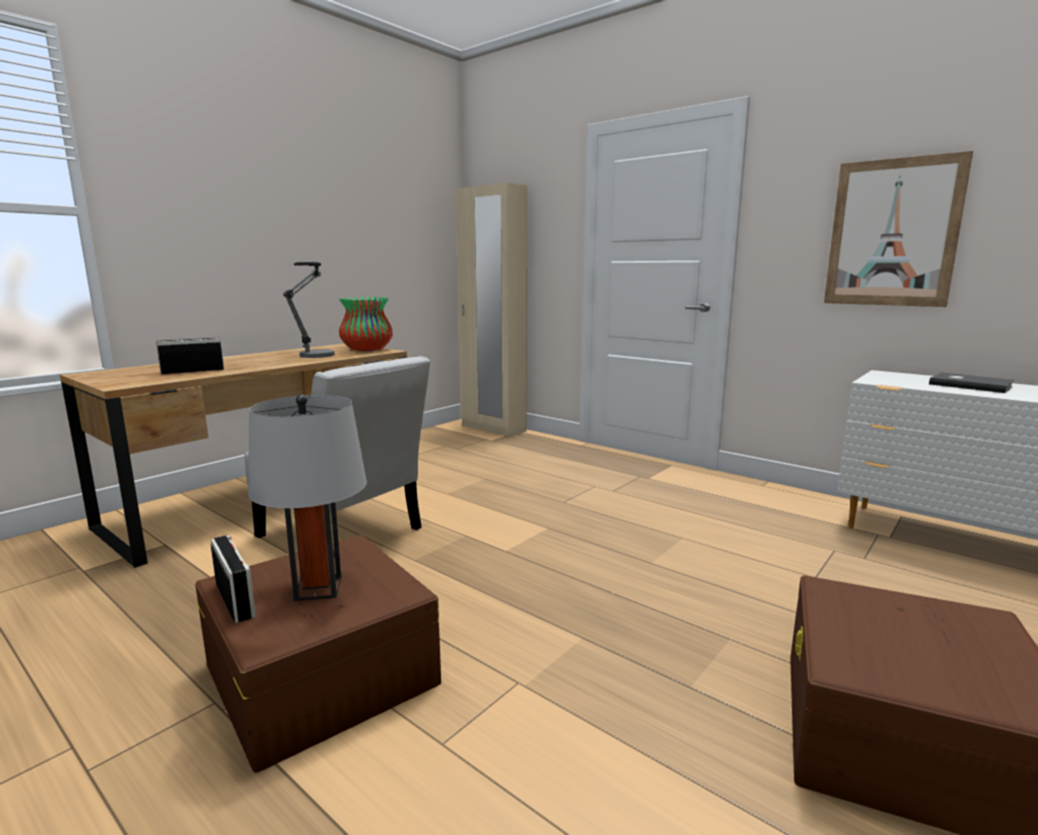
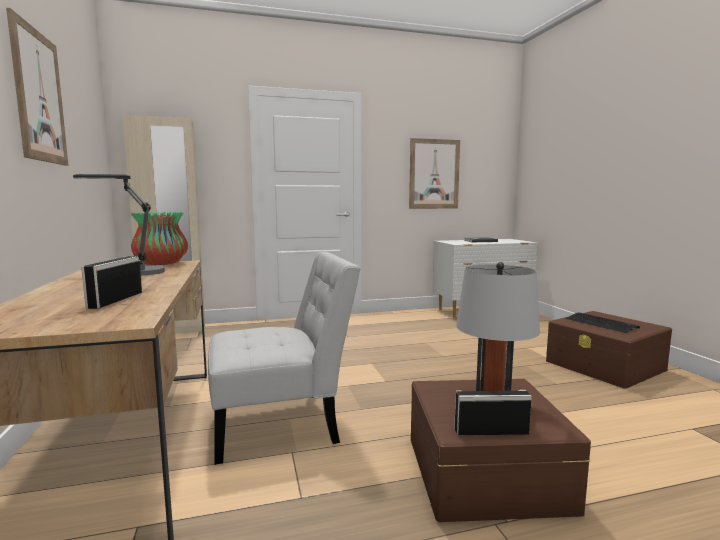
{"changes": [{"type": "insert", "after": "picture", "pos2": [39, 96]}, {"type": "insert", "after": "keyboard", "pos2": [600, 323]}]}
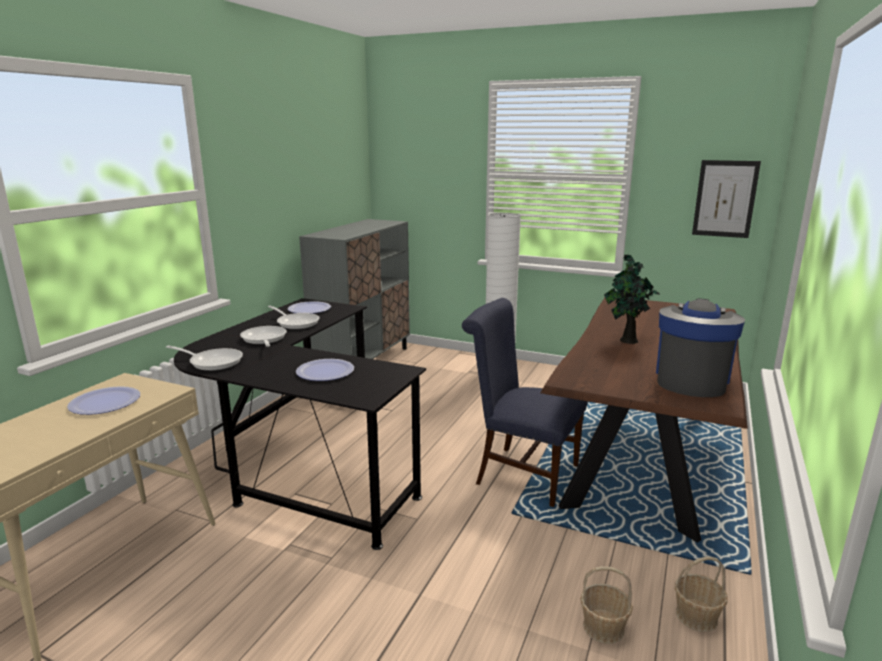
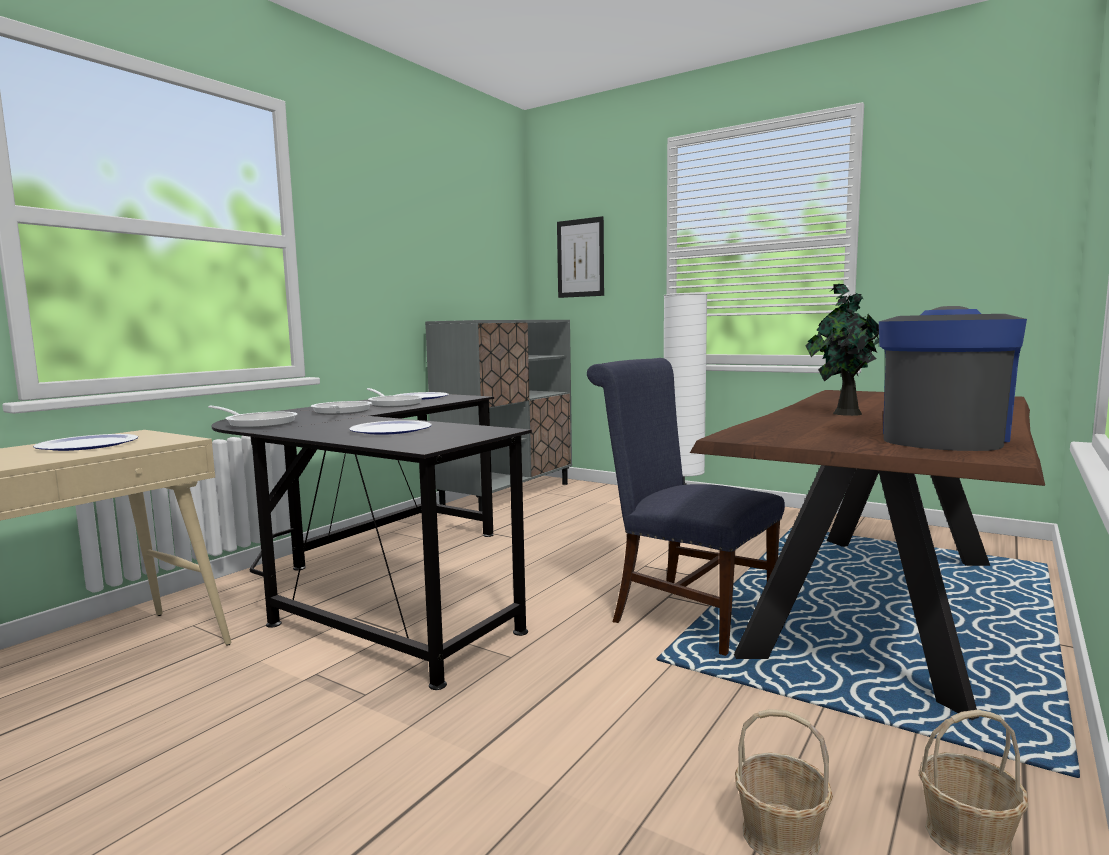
{"changes": [{"type": "move", "before": "picture", "pos1": [725, 199], "pos2": [580, 258]}]}
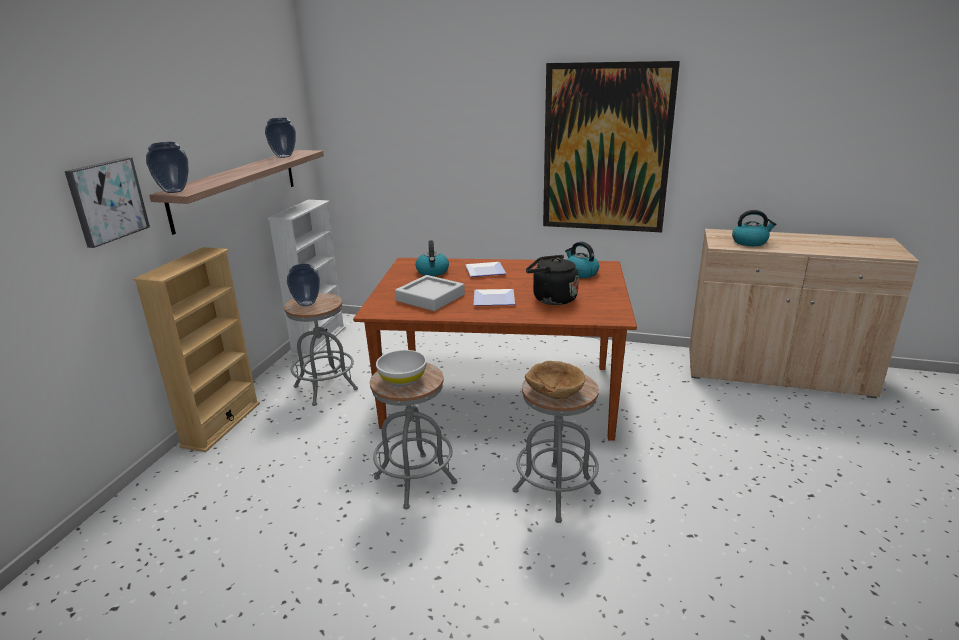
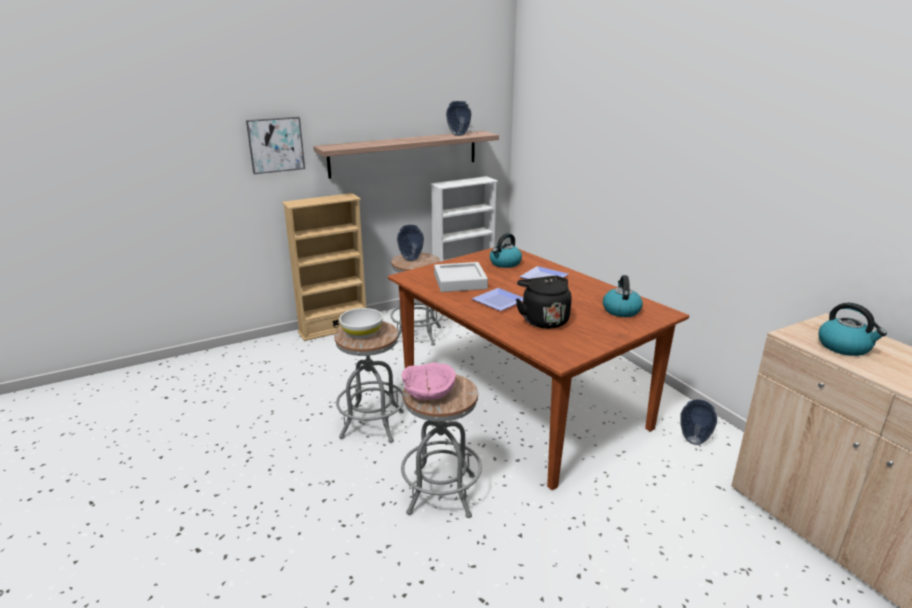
{"changes": [{"type": "recolor", "before": "brown-coloured deep dish", "after": "pink deep dish", "pos1": [554, 391], "pos2": [429, 392]}, {"type": "move", "before": "decorative vase", "pos1": [174, 191], "pos2": [694, 440]}, {"type": "delete", "before": "picture", "pos1": [606, 149]}]}
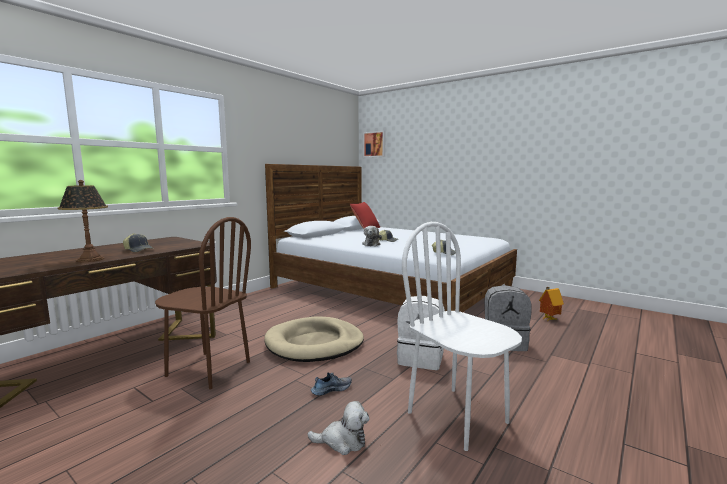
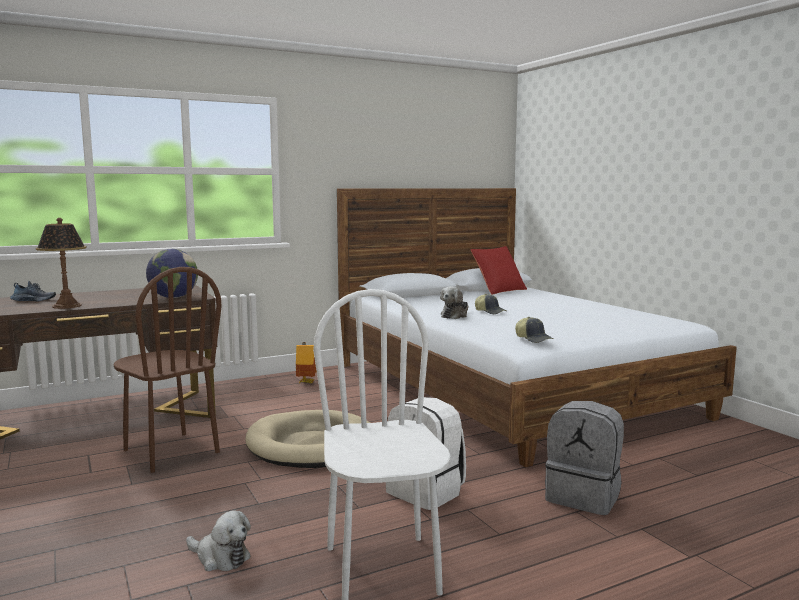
{"changes": [{"type": "move", "before": "shoe", "pos1": [331, 389], "pos2": [34, 300]}, {"type": "insert", "after": "desk globe", "pos2": [173, 297]}, {"type": "move", "before": "toy house", "pos1": [548, 319], "pos2": [306, 382]}, {"type": "delete", "before": "cap", "pos1": [139, 250]}, {"type": "delete", "before": "picture", "pos1": [375, 144]}]}
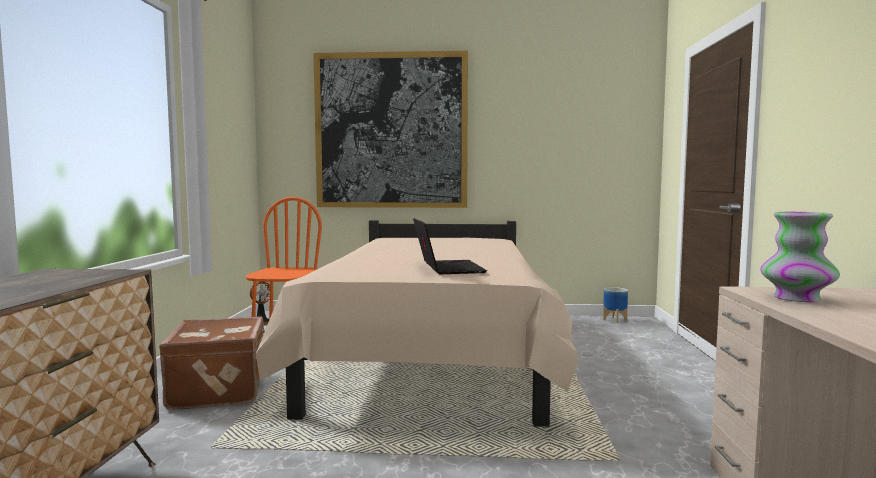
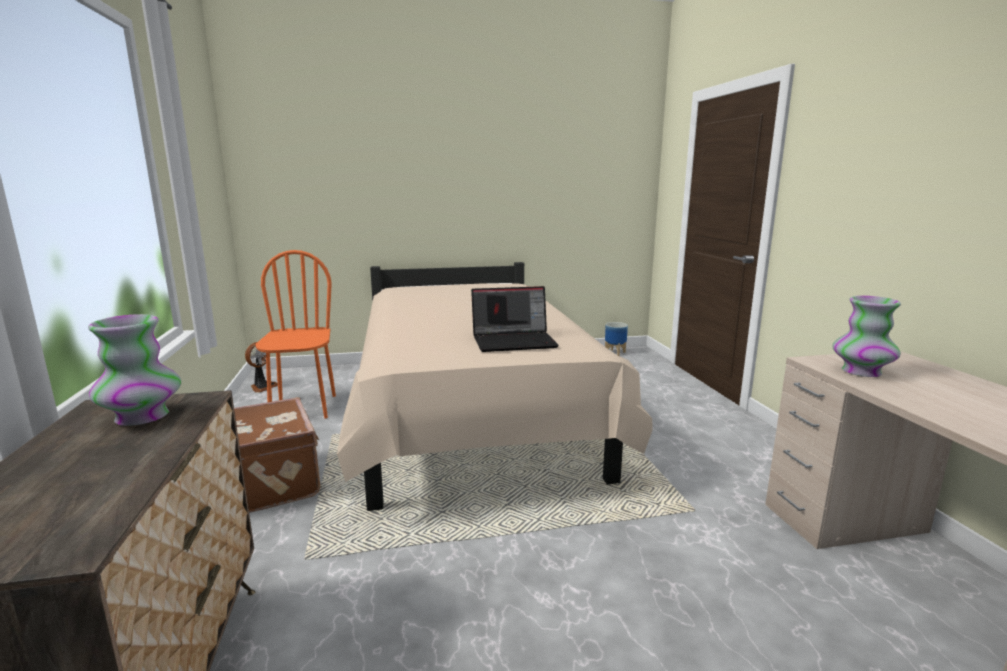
{"changes": [{"type": "insert", "after": "decorative vase", "pos2": [142, 417]}, {"type": "rotate", "before": "laptop", "pos1": [446, 268], "pos2": [515, 341], "turn": 105}, {"type": "delete", "before": "picture", "pos1": [391, 131]}]}
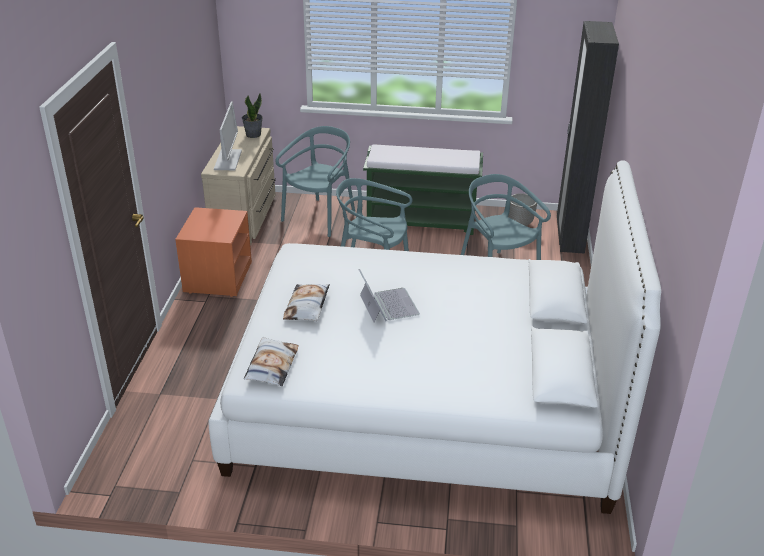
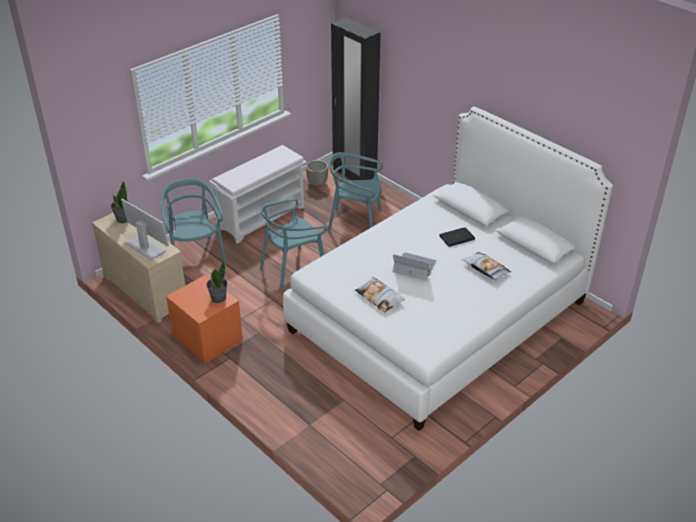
{"changes": [{"type": "insert", "after": "houseplant", "pos2": [218, 298]}, {"type": "recolor", "before": "green-coloured indoor bench", "after": "whitish indoor bench", "pos1": [422, 221], "pos2": [262, 217]}, {"type": "insert", "after": "laptop", "pos2": [457, 237]}, {"type": "move", "before": "cushion", "pos1": [271, 366], "pos2": [485, 269]}]}
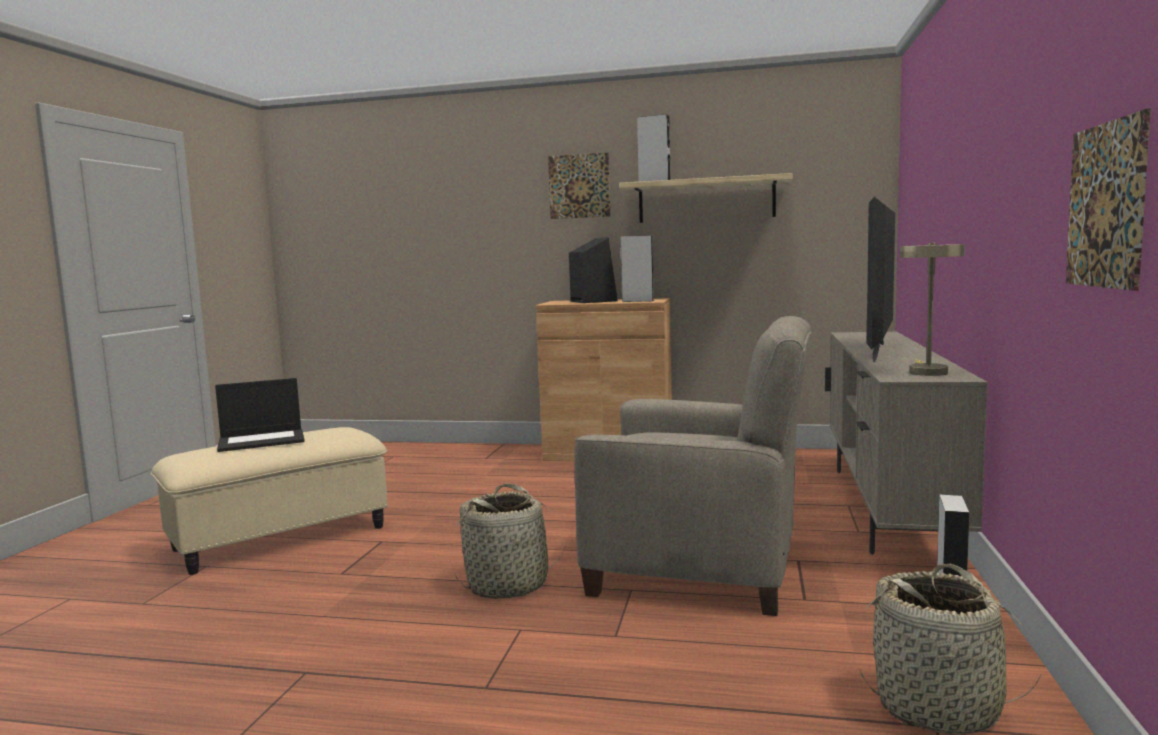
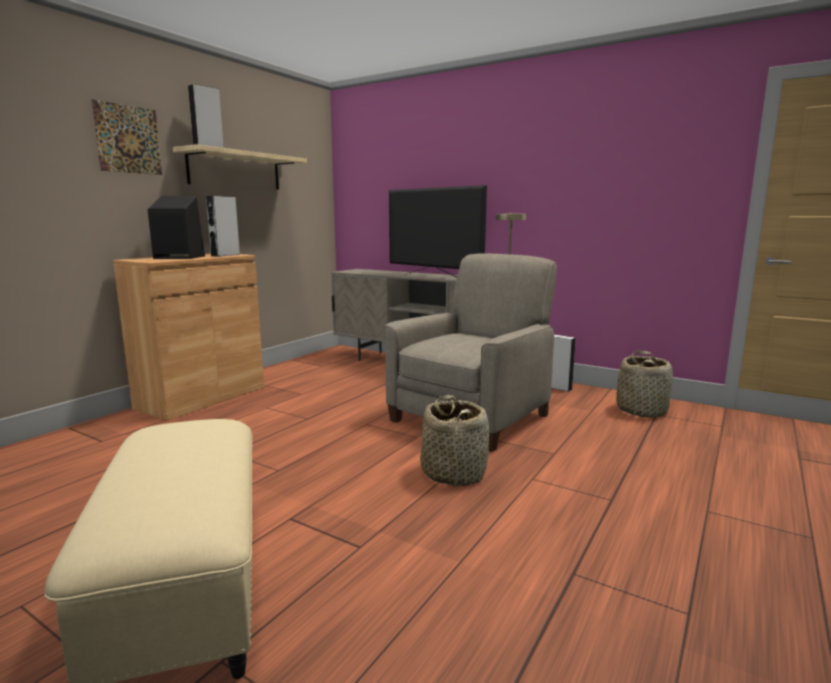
{"changes": [{"type": "delete", "before": "laptop", "pos1": [263, 440]}, {"type": "delete", "before": "picture", "pos1": [1105, 205]}]}
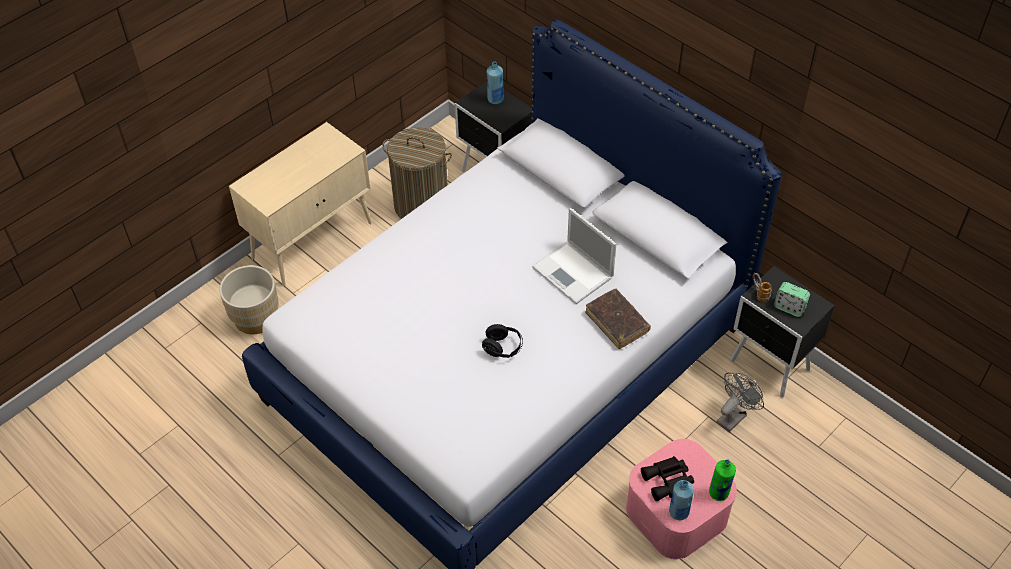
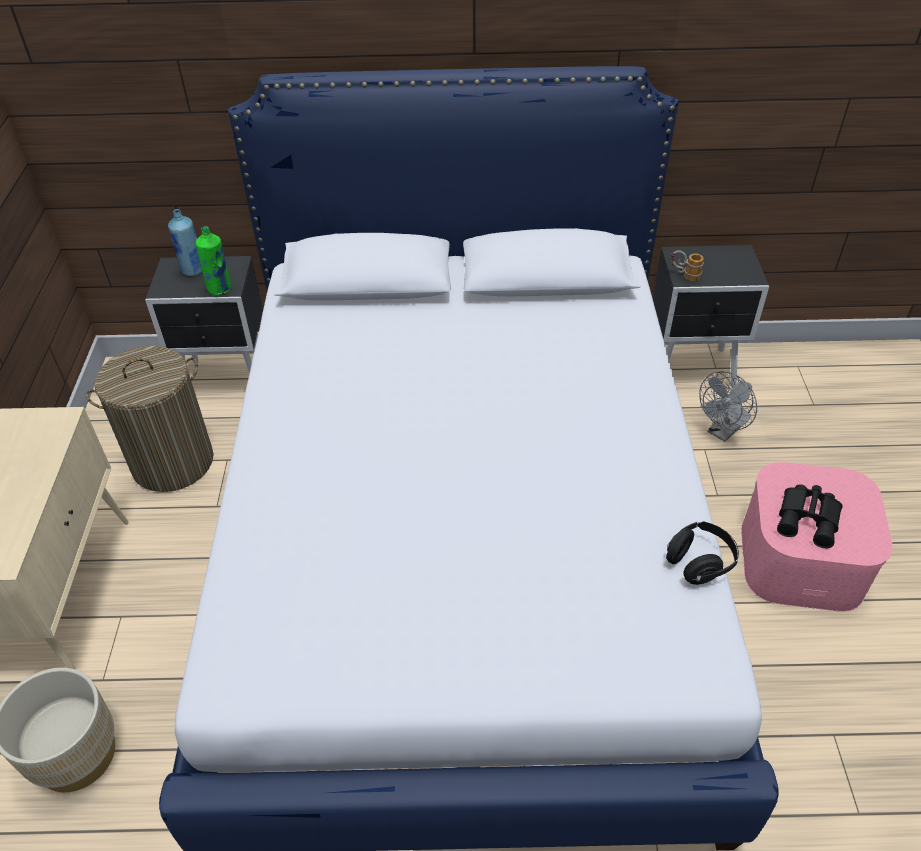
{"changes": [{"type": "move", "before": "green-coloured bottle", "pos1": [719, 493], "pos2": [220, 289]}, {"type": "move", "before": "blackish headphones", "pos1": [503, 348], "pos2": [699, 562]}, {"type": "rotate", "before": "grey cooling fan", "pos1": [734, 416], "pos2": [722, 432], "turn": -135}, {"type": "delete", "before": "laptop", "pos1": [574, 273]}, {"type": "delete", "before": "brown-coloured bound book", "pos1": [617, 322]}, {"type": "delete", "before": "bluish bottle", "pos1": [678, 512]}, {"type": "delete", "before": "alarm clock", "pos1": [789, 308]}]}
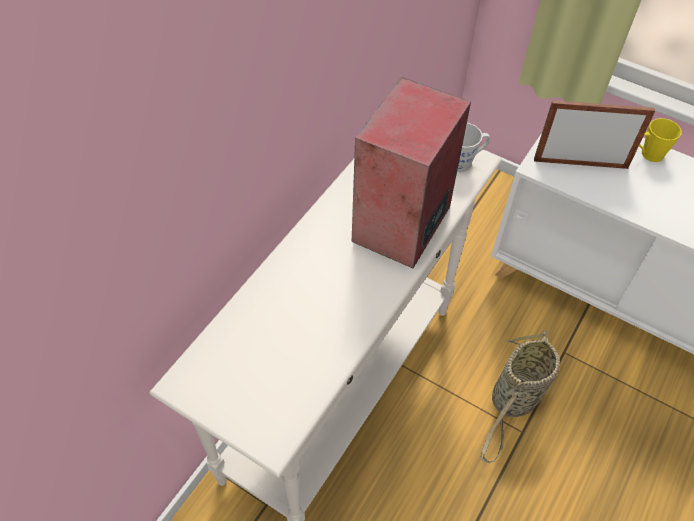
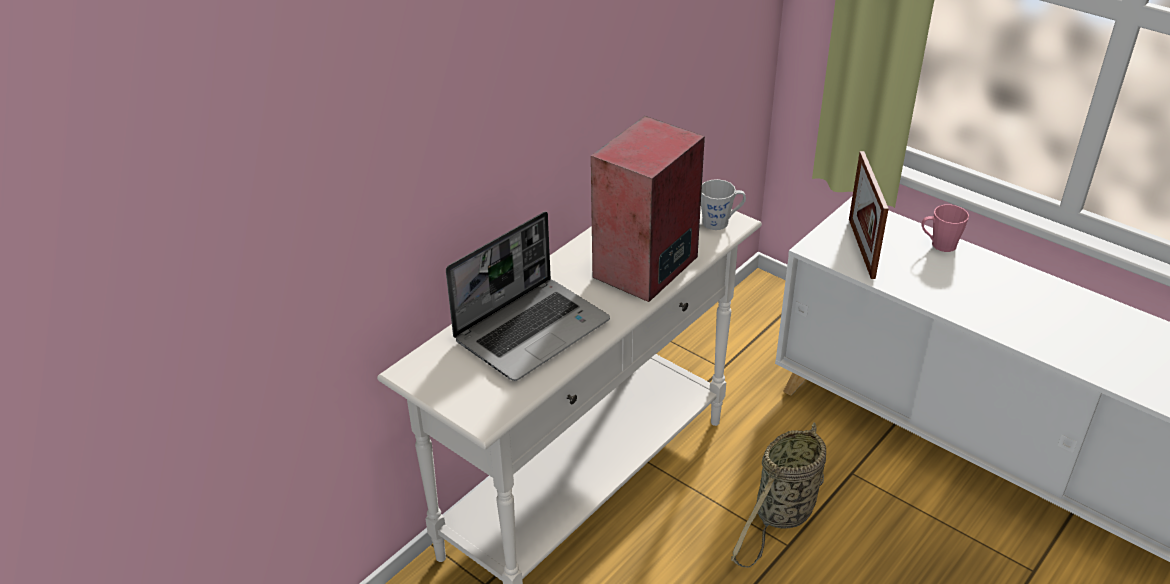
{"changes": [{"type": "insert", "after": "laptop", "pos2": [532, 329]}, {"type": "rotate", "before": "photo frame", "pos1": [580, 163], "pos2": [861, 248], "turn": -105}, {"type": "recolor", "before": "yellow mug", "after": "pink mug", "pos1": [648, 154], "pos2": [939, 244]}]}
